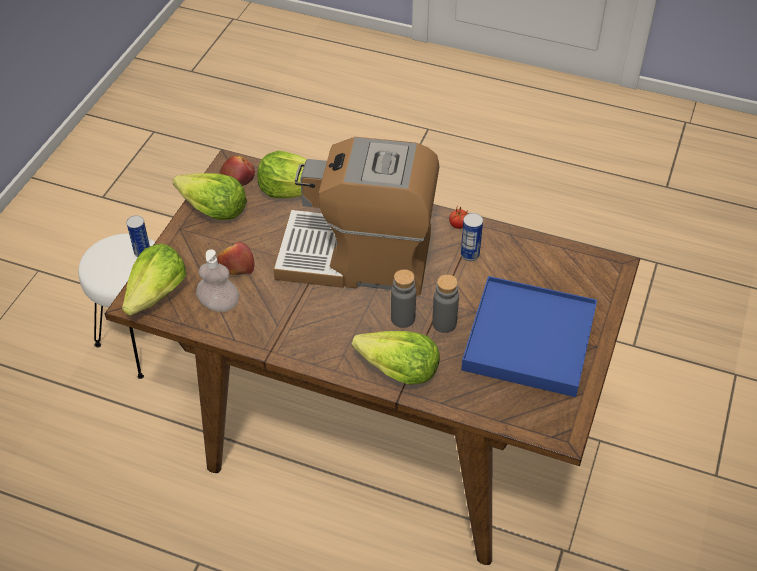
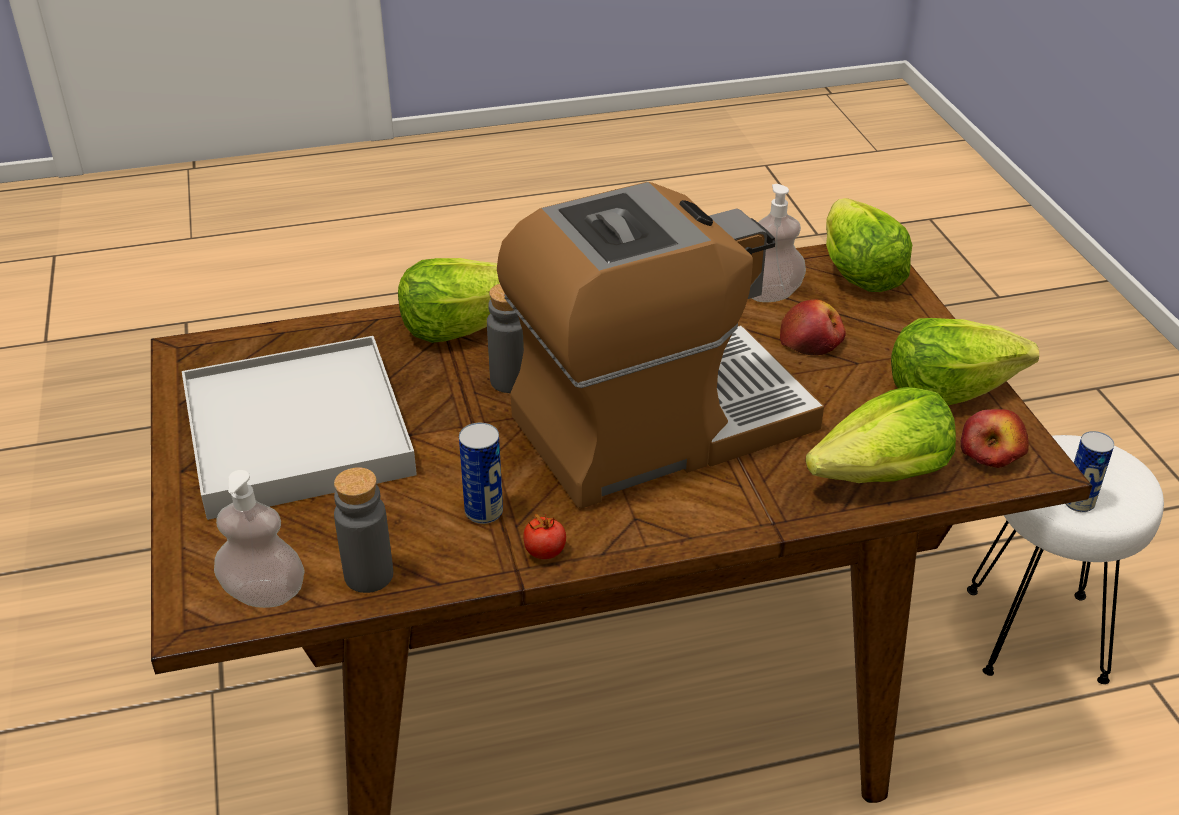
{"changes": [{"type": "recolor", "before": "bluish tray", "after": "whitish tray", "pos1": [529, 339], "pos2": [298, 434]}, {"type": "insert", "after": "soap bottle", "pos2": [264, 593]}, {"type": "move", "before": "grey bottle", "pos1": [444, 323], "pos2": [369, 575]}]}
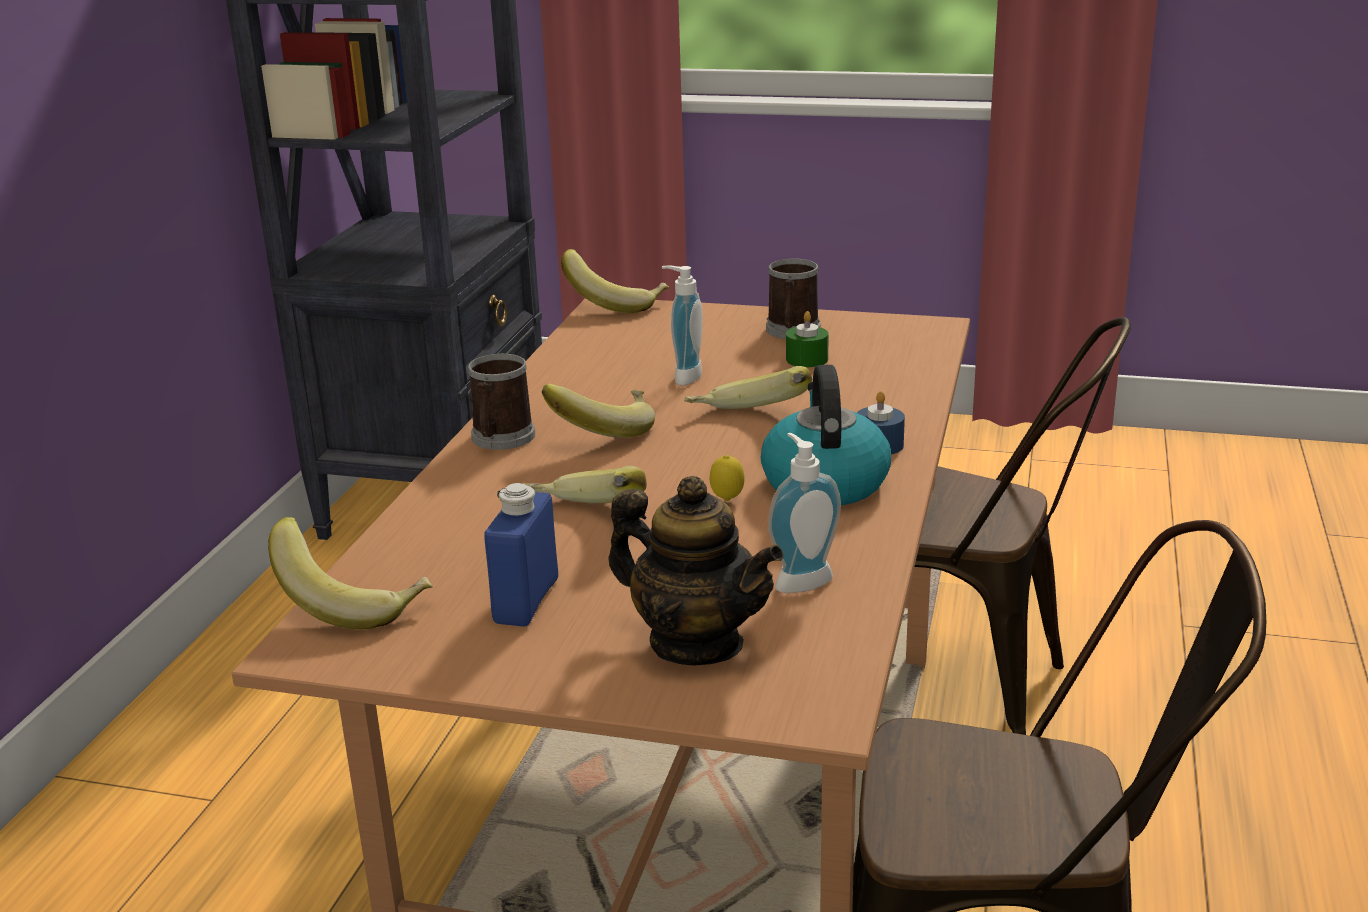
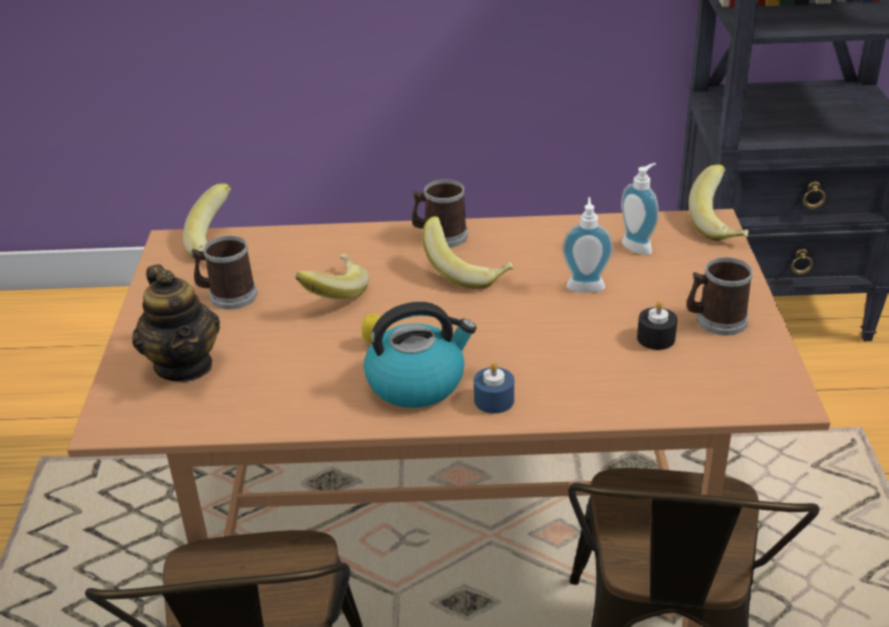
{"changes": [{"type": "rotate", "before": "pot for tea", "pos1": [696, 643], "pos2": [184, 365], "turn": -45}, {"type": "replace", "before": "bluish bottle", "after": "mug", "pos1": [526, 601], "pos2": [227, 296]}, {"type": "move", "before": "soap bottle", "pos1": [800, 579], "pos2": [639, 246]}, {"type": "recolor", "before": "green-coloured wax light", "after": "blackish wax light", "pos1": [807, 359], "pos2": [656, 338]}, {"type": "delete", "before": "banana fruit", "pos1": [748, 421]}]}
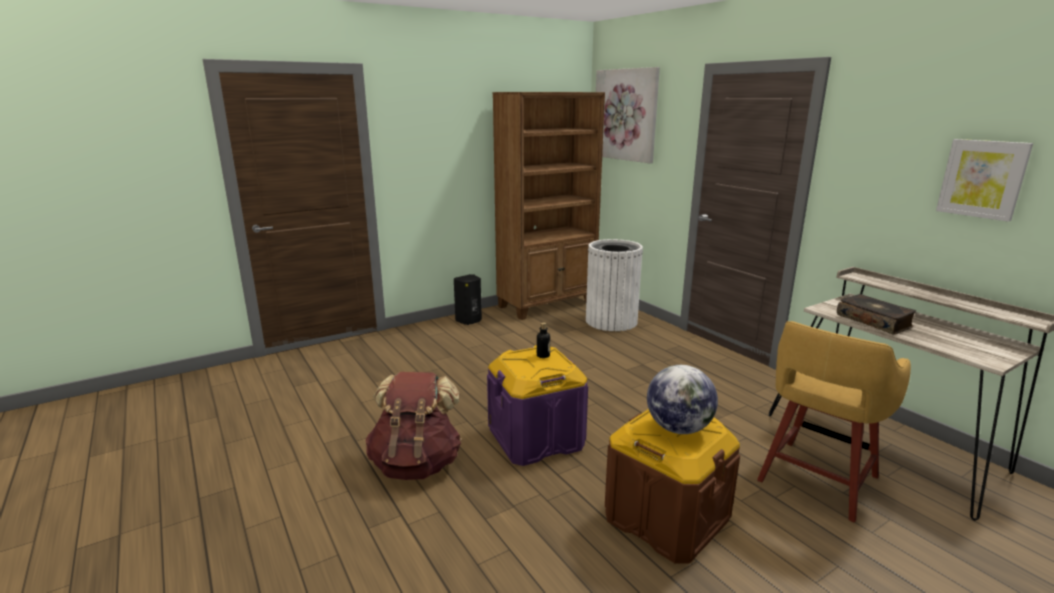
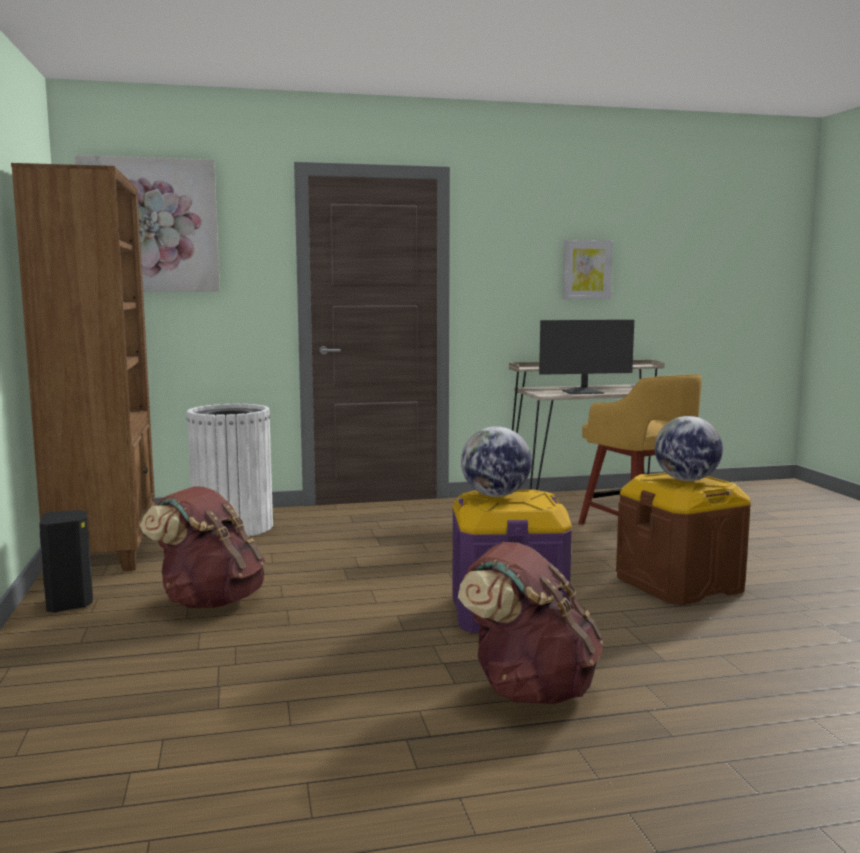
{"changes": [{"type": "insert", "after": "brown-coloured rucksack", "pos2": [210, 601]}, {"type": "replace", "before": "bottle", "after": "desk globe", "pos1": [543, 355], "pos2": [495, 495]}, {"type": "replace", "before": "bound book", "after": "computer display", "pos1": [874, 321], "pos2": [583, 392]}]}
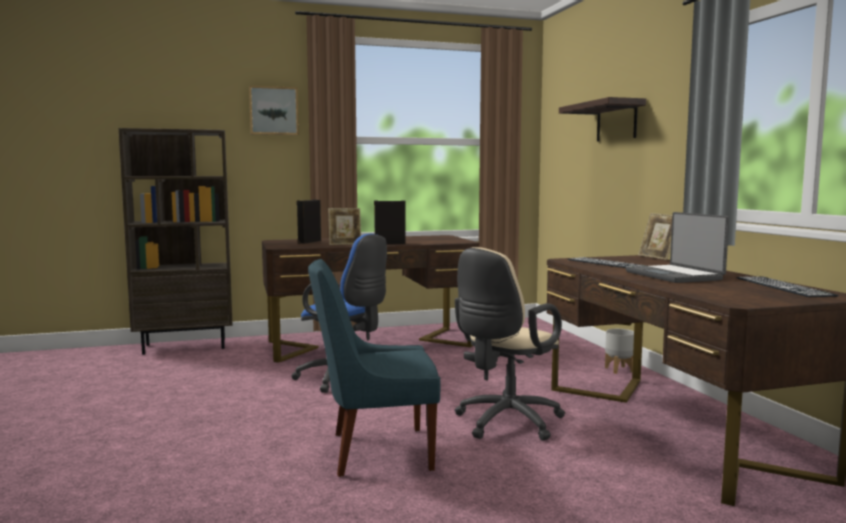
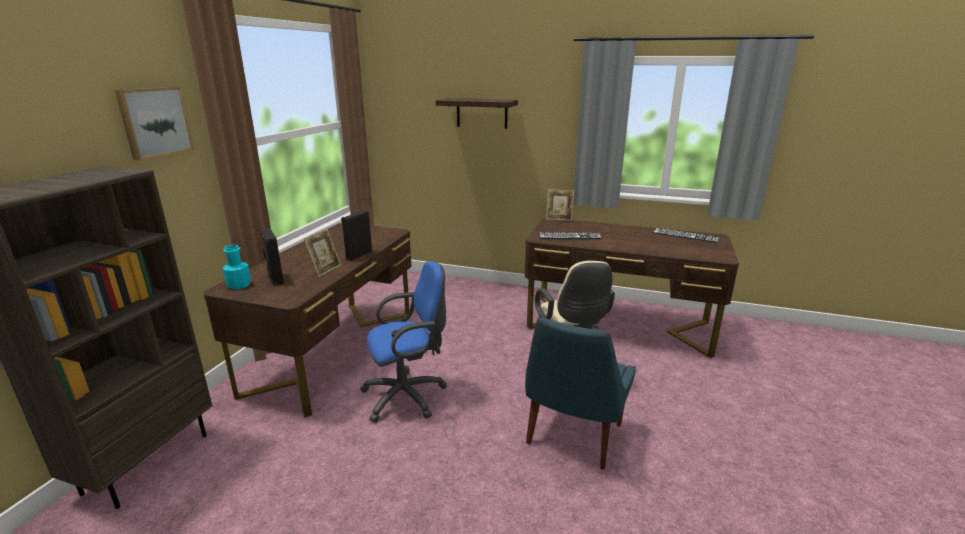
{"changes": [{"type": "insert", "after": "turquoise-coloured bottle", "pos2": [239, 285]}, {"type": "delete", "before": "grey planter", "pos1": [619, 370]}, {"type": "delete", "before": "laptop", "pos1": [675, 276]}]}
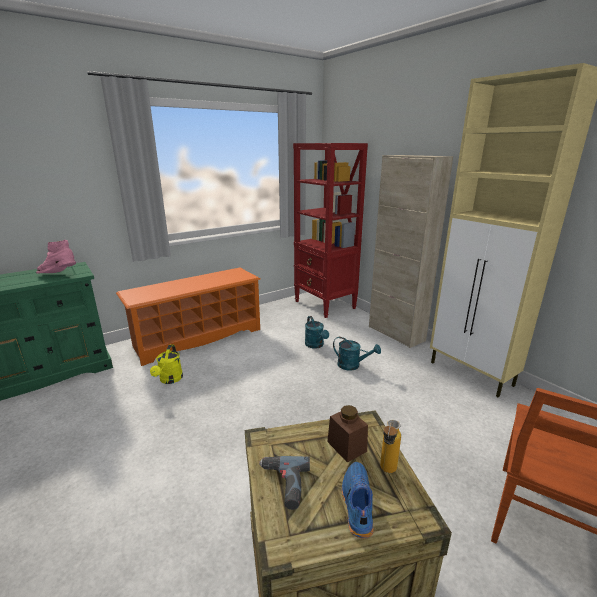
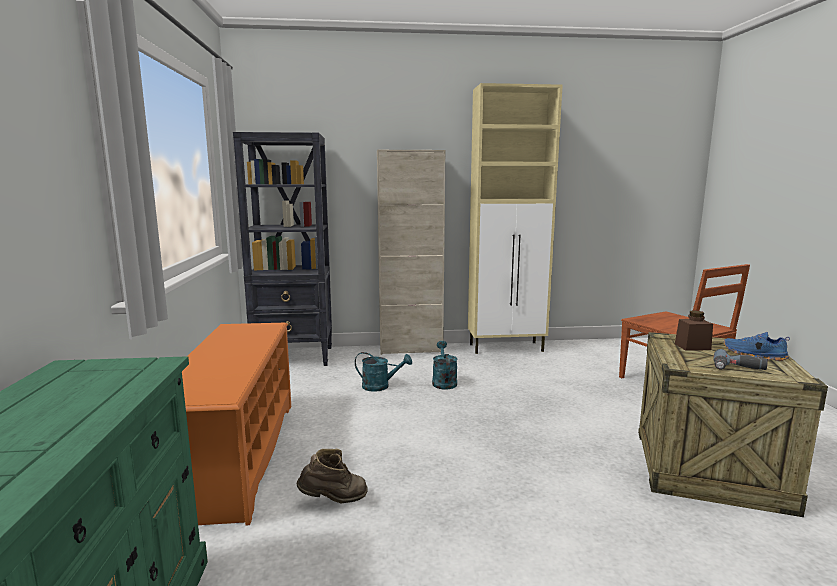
{"changes": [{"type": "recolor", "before": "red-coloured bookcase", "after": "blackish bookcase", "pos1": [325, 305], "pos2": [295, 357]}, {"type": "replace", "before": "yellow watering can", "after": "brown-coloured tall boot", "pos1": [169, 380], "pos2": [334, 501]}, {"type": "rotate", "before": "turquoise-coloured watering can", "pos1": [352, 365], "pos2": [443, 382], "turn": -60}, {"type": "delete", "before": "pink tall boot", "pos1": [59, 275]}, {"type": "delete", "before": "bottle", "pos1": [386, 472]}]}
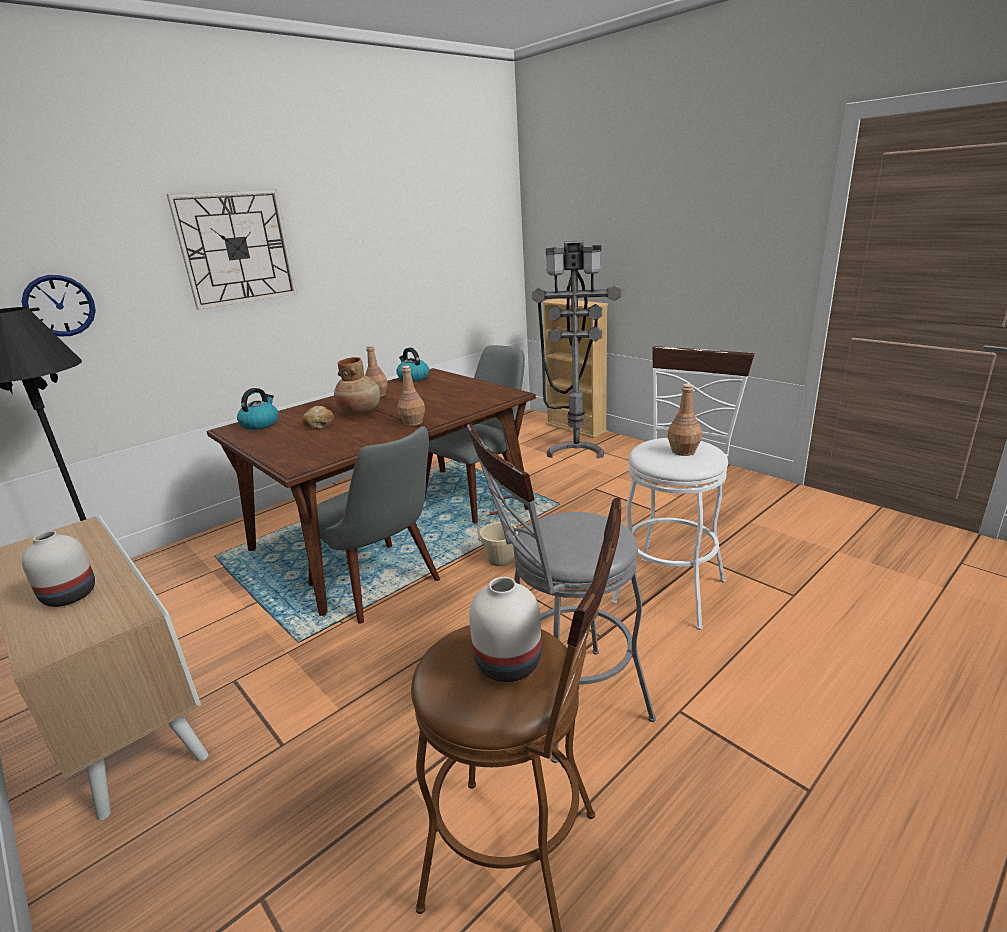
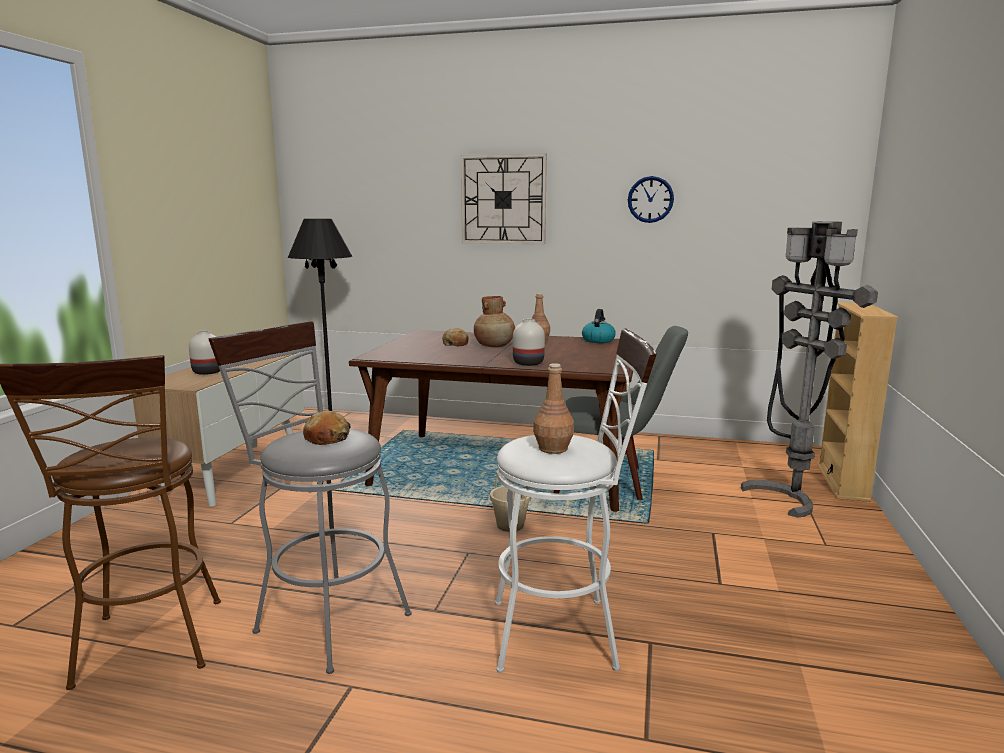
{"changes": [{"type": "insert", "after": "bakery bread", "pos2": [327, 438]}, {"type": "move", "before": "whitish decorative vase", "pos1": [510, 663], "pos2": [529, 363]}, {"type": "move", "before": "hanging clock", "pos1": [59, 305], "pos2": [650, 199]}, {"type": "delete", "before": "kettle", "pos1": [260, 424]}, {"type": "delete", "before": "grey chair", "pos1": [385, 588]}, {"type": "delete", "before": "brown-coloured bottle", "pos1": [413, 422]}]}
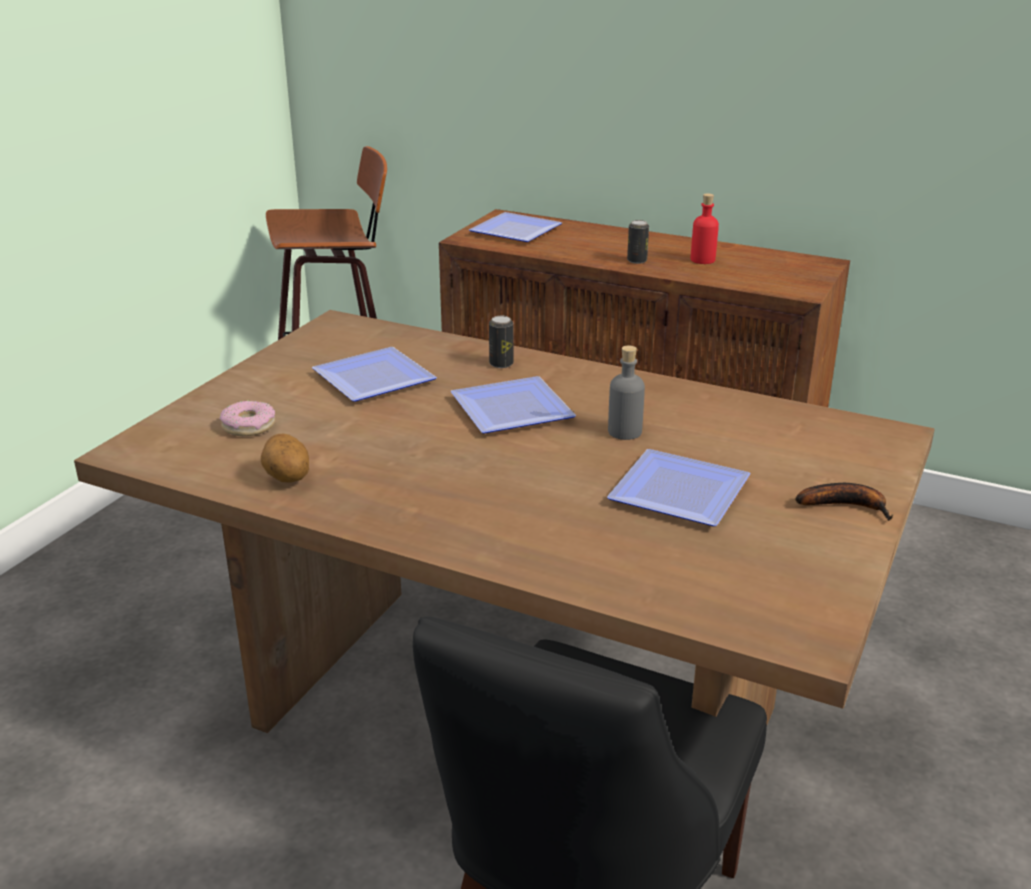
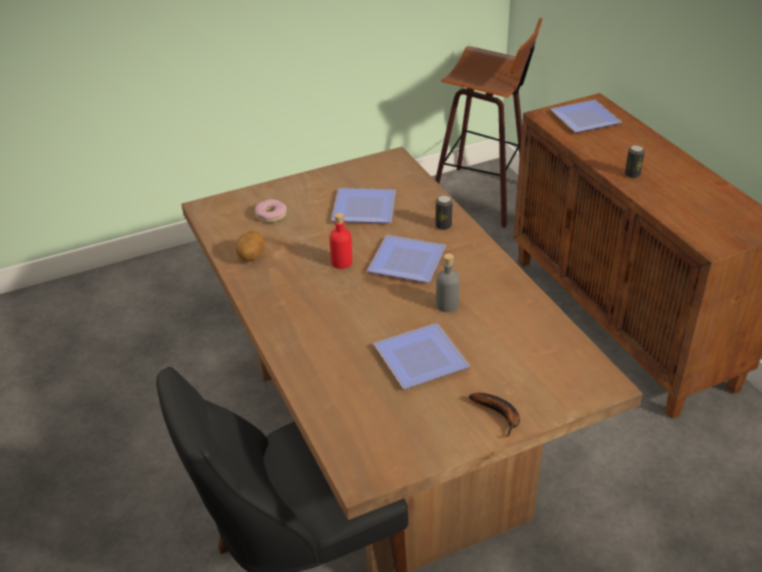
{"changes": [{"type": "move", "before": "red-coloured bottle", "pos1": [702, 260], "pos2": [341, 262]}]}
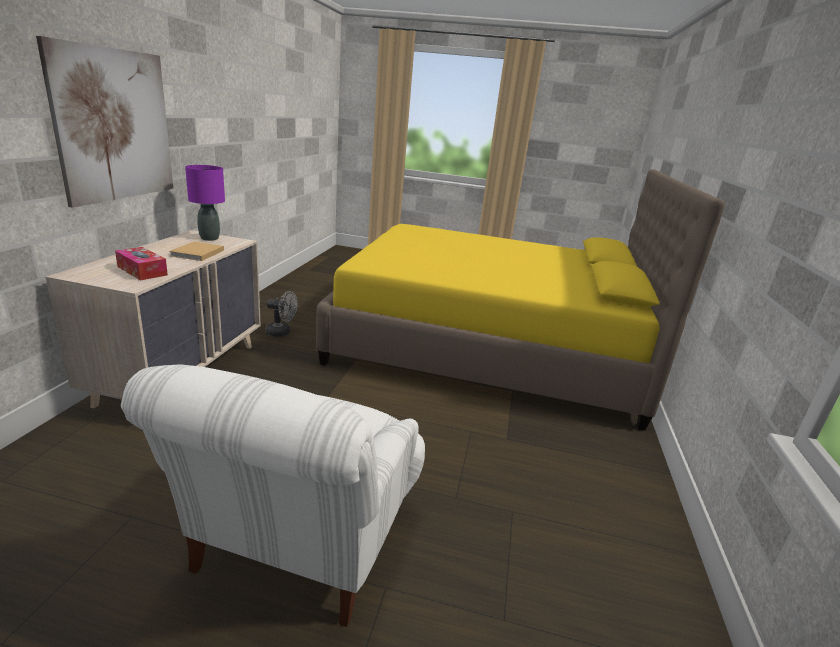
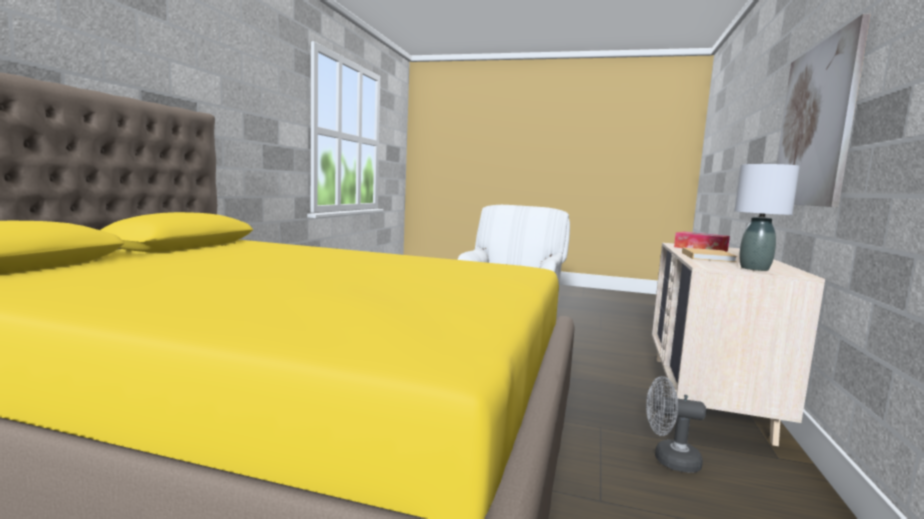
{"changes": [{"type": "recolor", "before": "purple lamp for a table", "after": "grey lamp for a table", "pos1": [210, 238], "pos2": [754, 268]}]}
